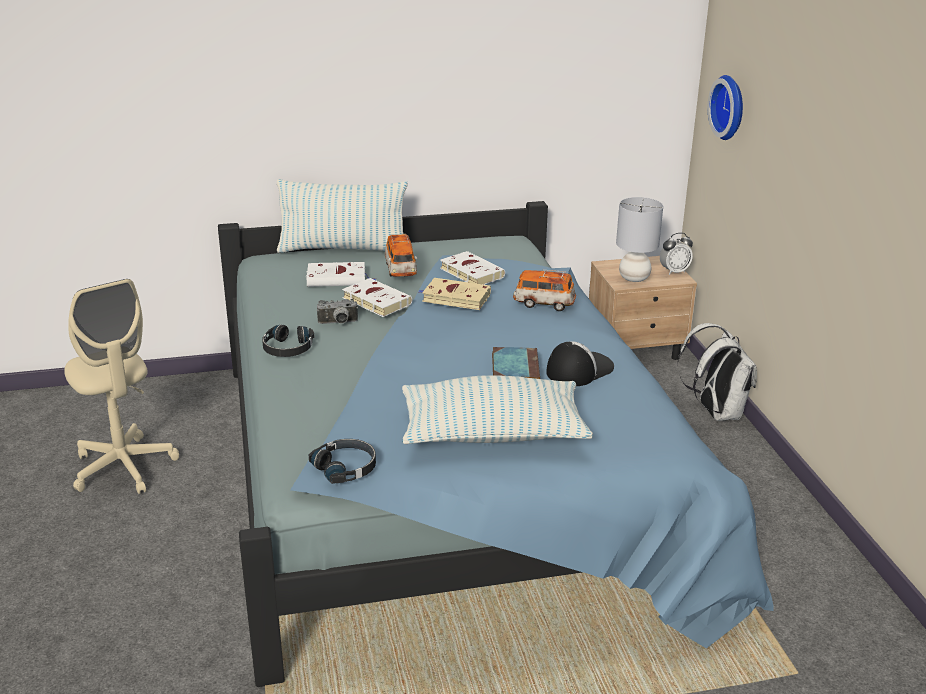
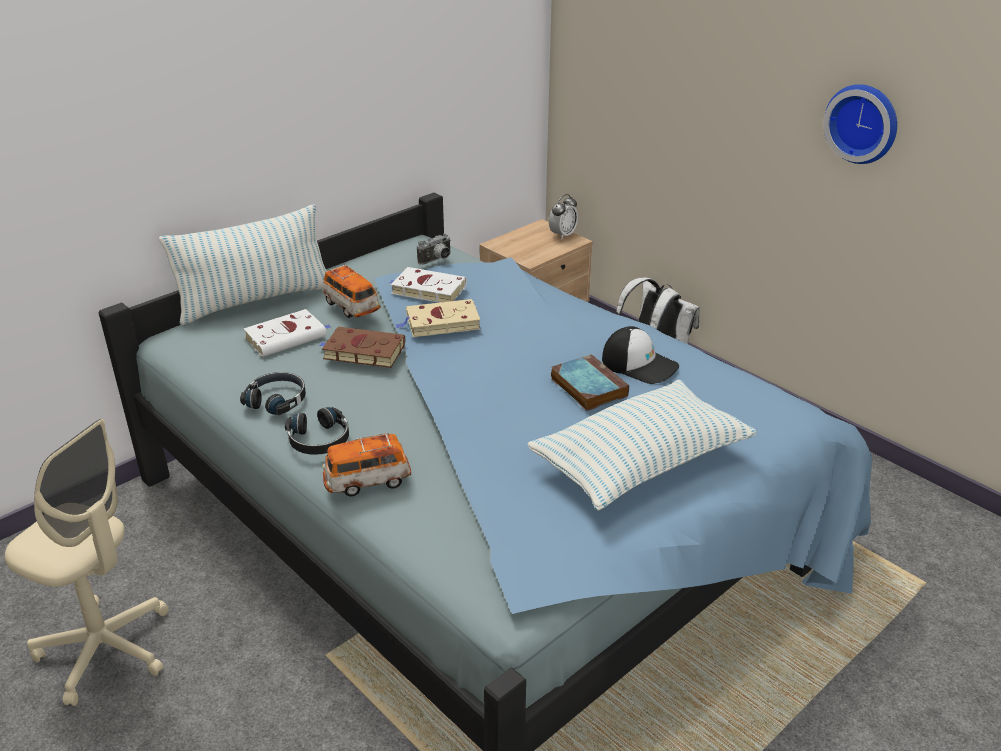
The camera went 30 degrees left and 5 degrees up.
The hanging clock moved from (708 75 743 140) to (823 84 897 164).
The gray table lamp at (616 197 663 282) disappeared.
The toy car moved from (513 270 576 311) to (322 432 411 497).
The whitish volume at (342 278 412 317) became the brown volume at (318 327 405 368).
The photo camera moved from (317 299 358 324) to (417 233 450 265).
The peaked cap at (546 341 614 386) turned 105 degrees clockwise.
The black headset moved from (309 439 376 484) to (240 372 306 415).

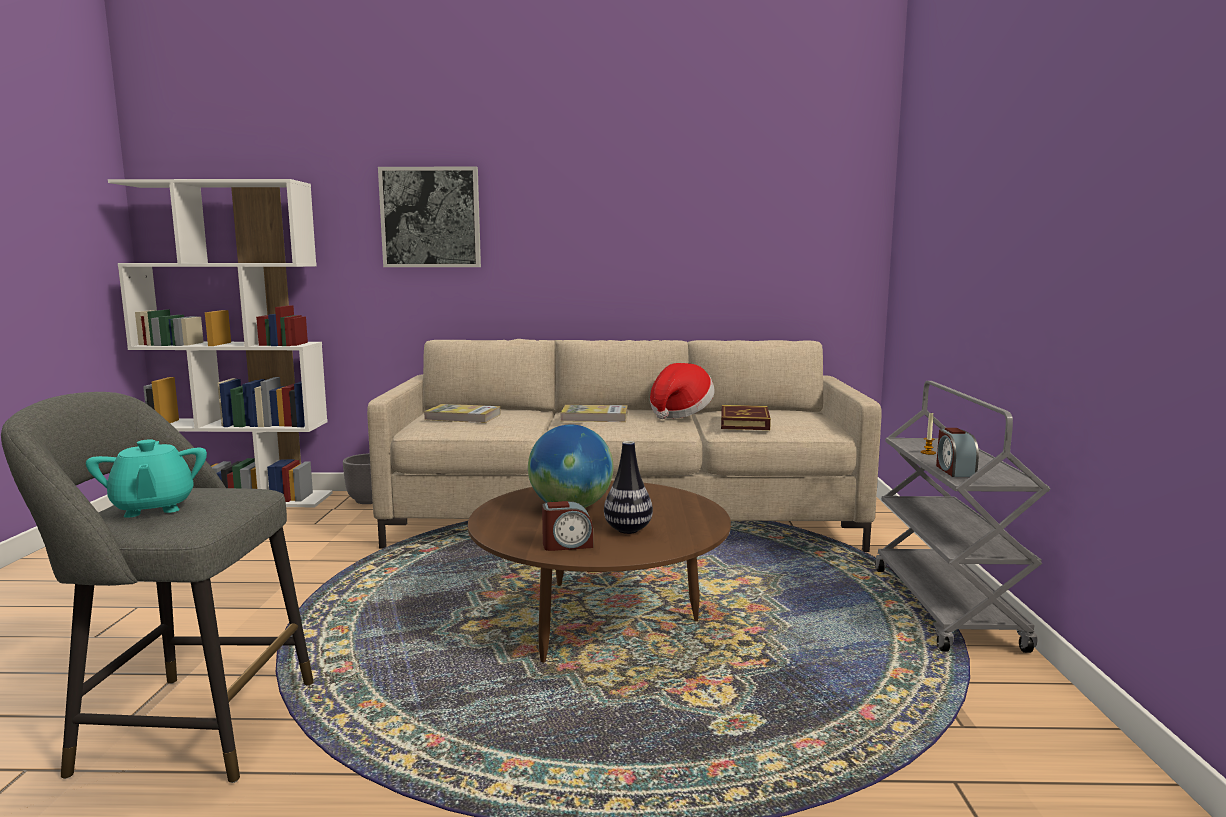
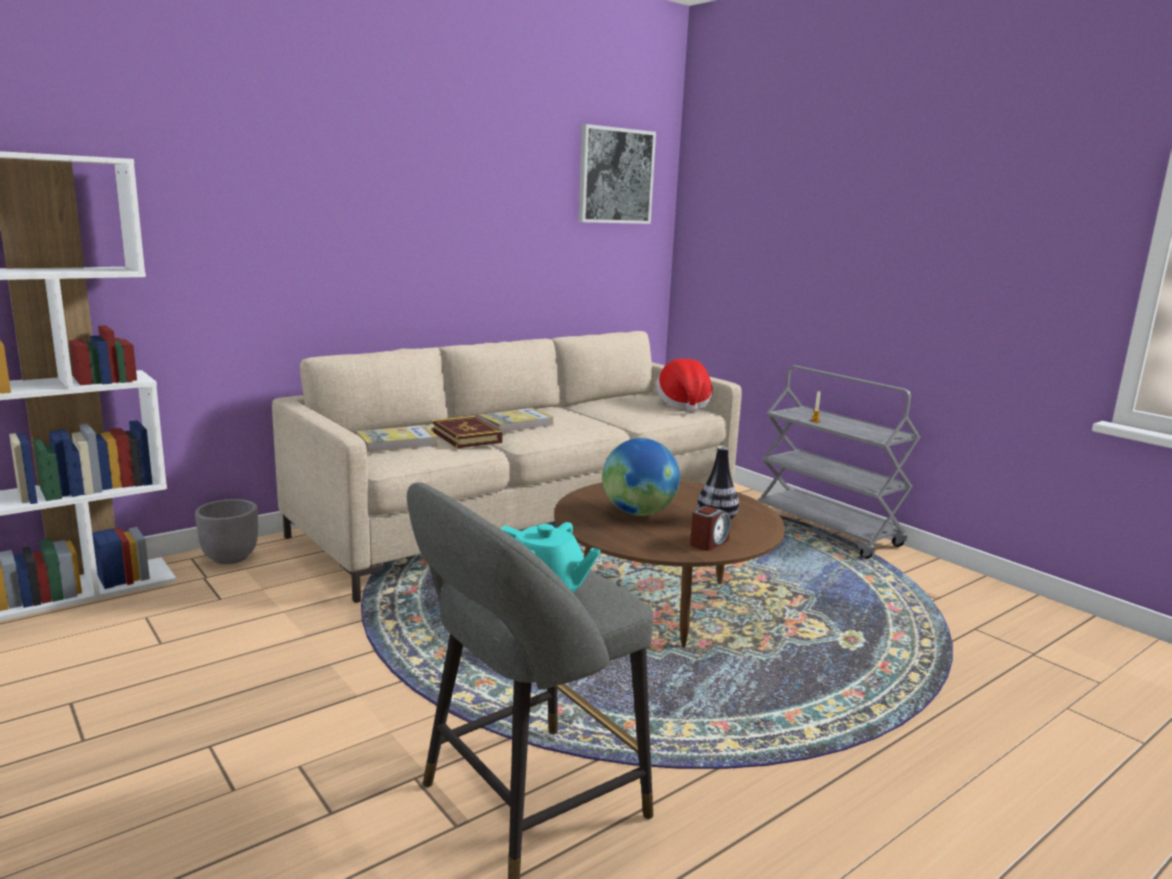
The camera went 40 degrees left and 5 degrees up.
The wall art moved from (378 167 481 267) to (578 124 656 224).
The hat moved from (650 363 714 419) to (656 359 713 412).
The volume moved from (721 405 771 430) to (431 416 503 448).
The alarm clock at (936 428 979 477) disappeared.

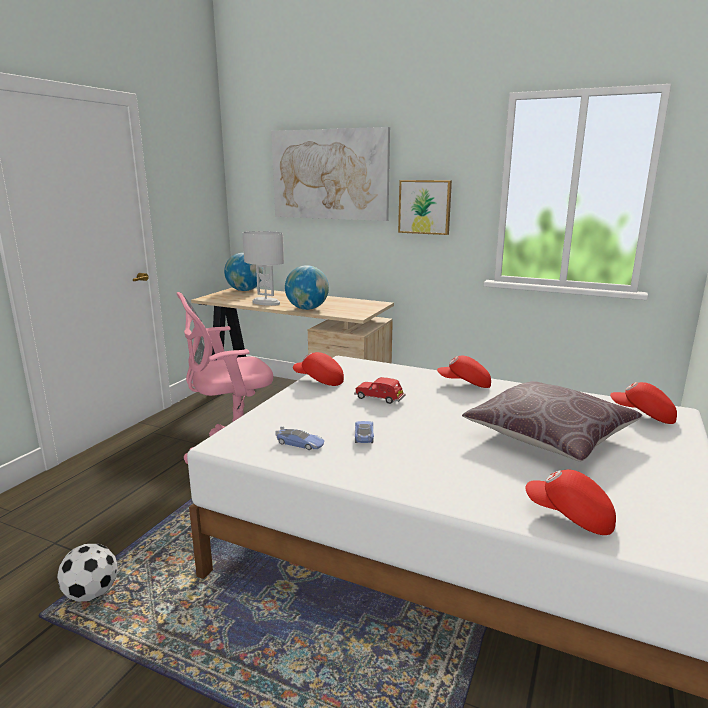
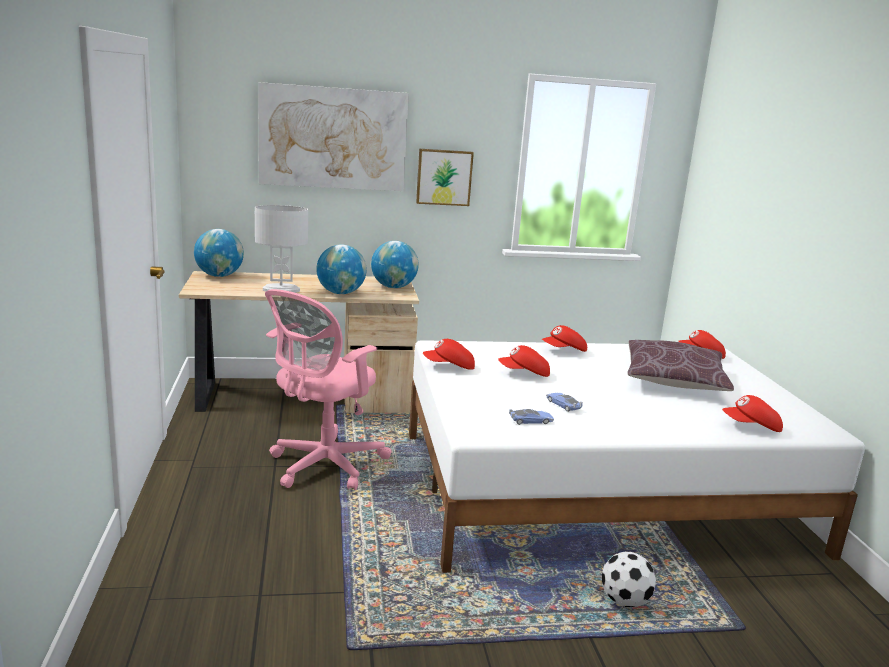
The camera went 35 degrees left and 0 degrees up.
The red-coloured toy car at (354 377 406 404) was replaced by the red-coloured peaked cap at (498 345 550 377).
The football ball moved from (57 544 118 601) to (601 552 656 607).
The globe at (371 241 419 288) appeared.

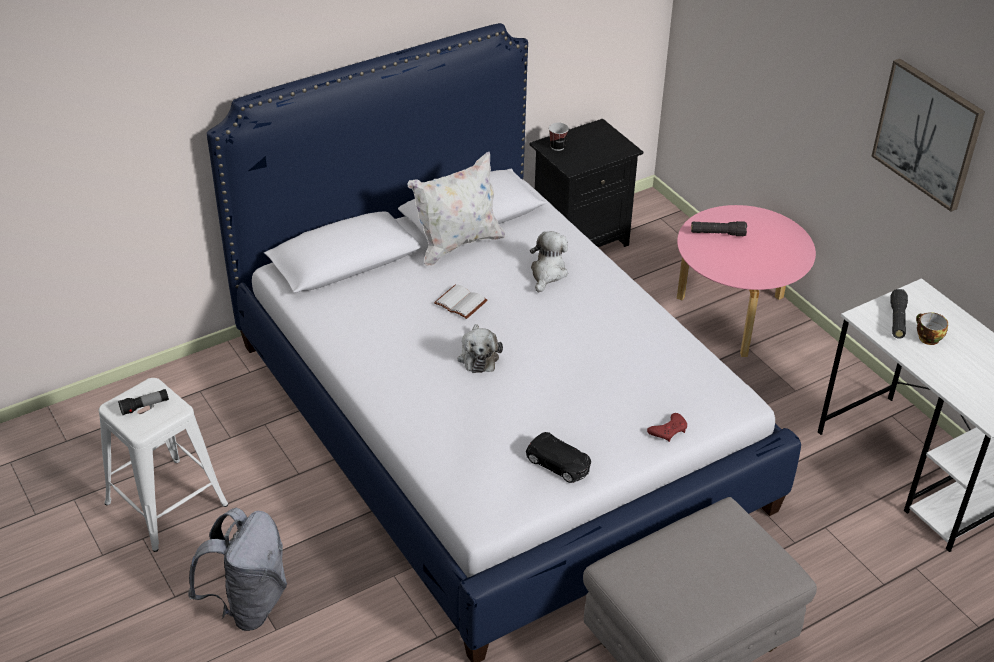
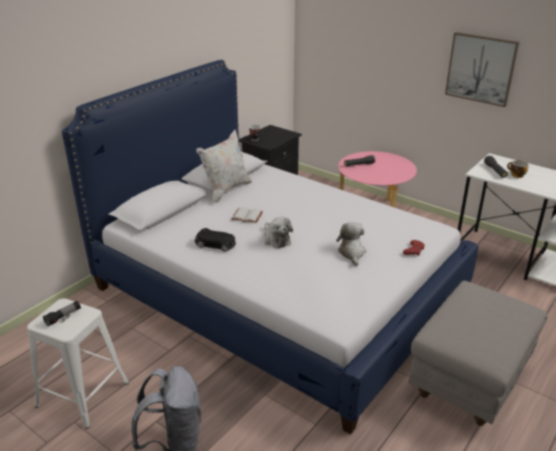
The camera went 20 degrees left and 10 degrees down.
The cuddly toy moved from (530 231 568 293) to (337 222 366 266).
The black toy car moved from (526 432 591 483) to (195 228 236 251).

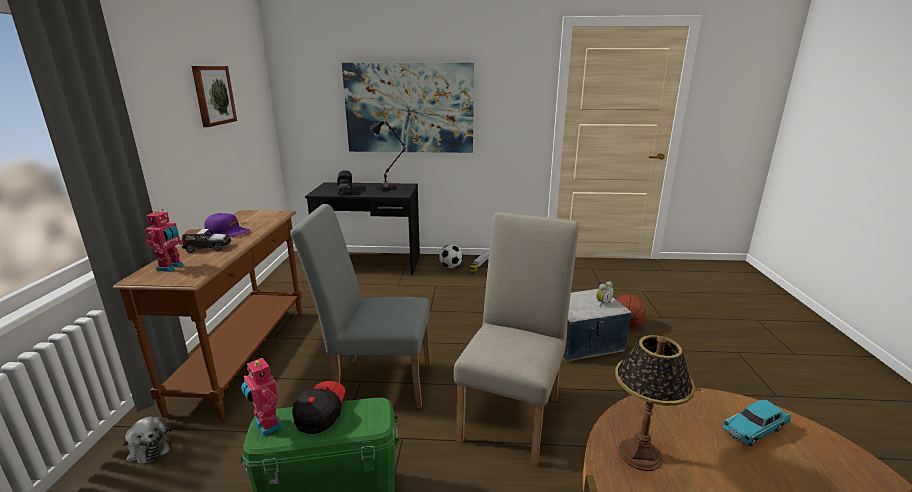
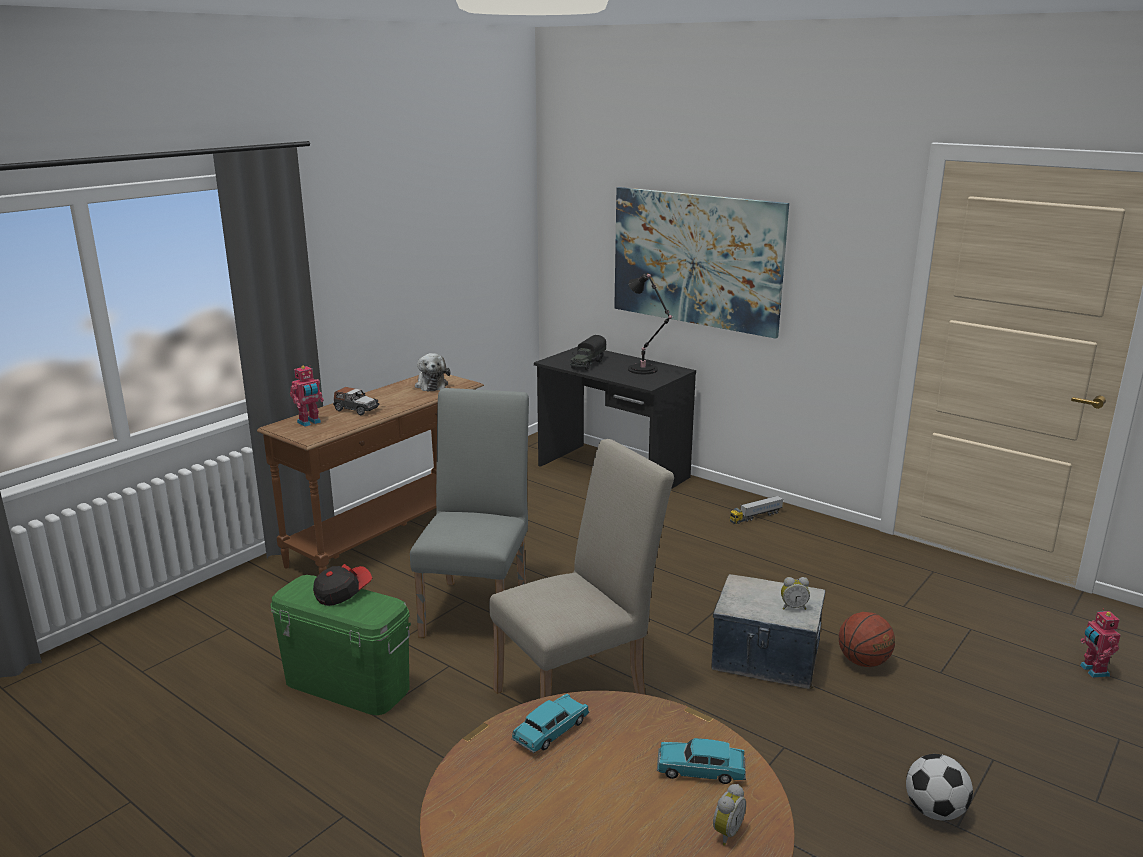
The camera went 35 degrees right and 0 degrees up.
The wall art at (192 66 237 127) disappeared.
The gray plain chair at (290 204 431 408) turned 60 degrees clockwise.
The purplish peaked cap at (204 213 249 237) disappeared.
The football ball moved from (439 245 463 268) to (906 754 973 821).
The table lamp at (615 335 696 471) was replaced by the turquoise-coloured toy car at (512 694 589 753).
The robot figure moved from (241 357 284 436) to (1080 609 1121 678).
The cuddly toy moved from (125 416 172 464) to (415 353 450 391).
The alarm clock at (713 784 746 846) appeared.

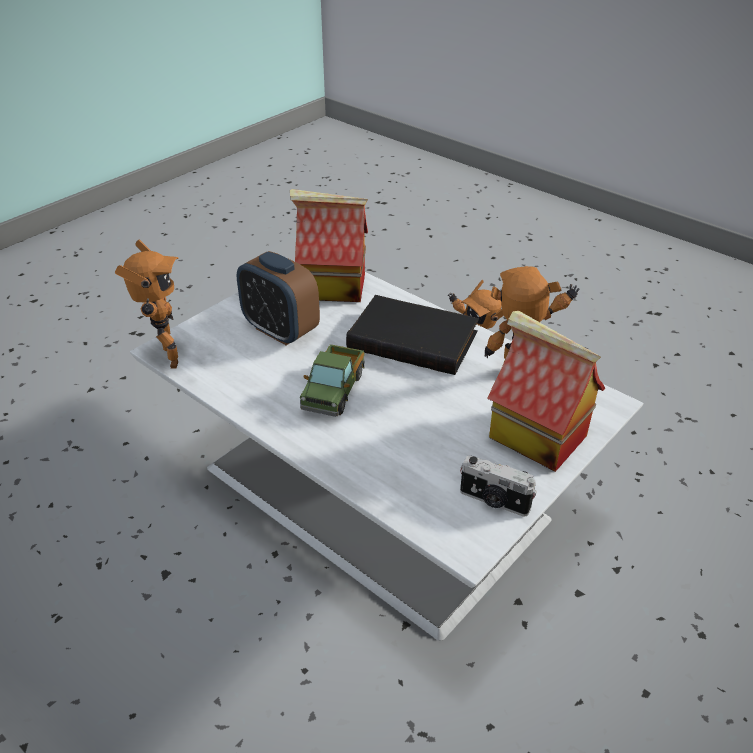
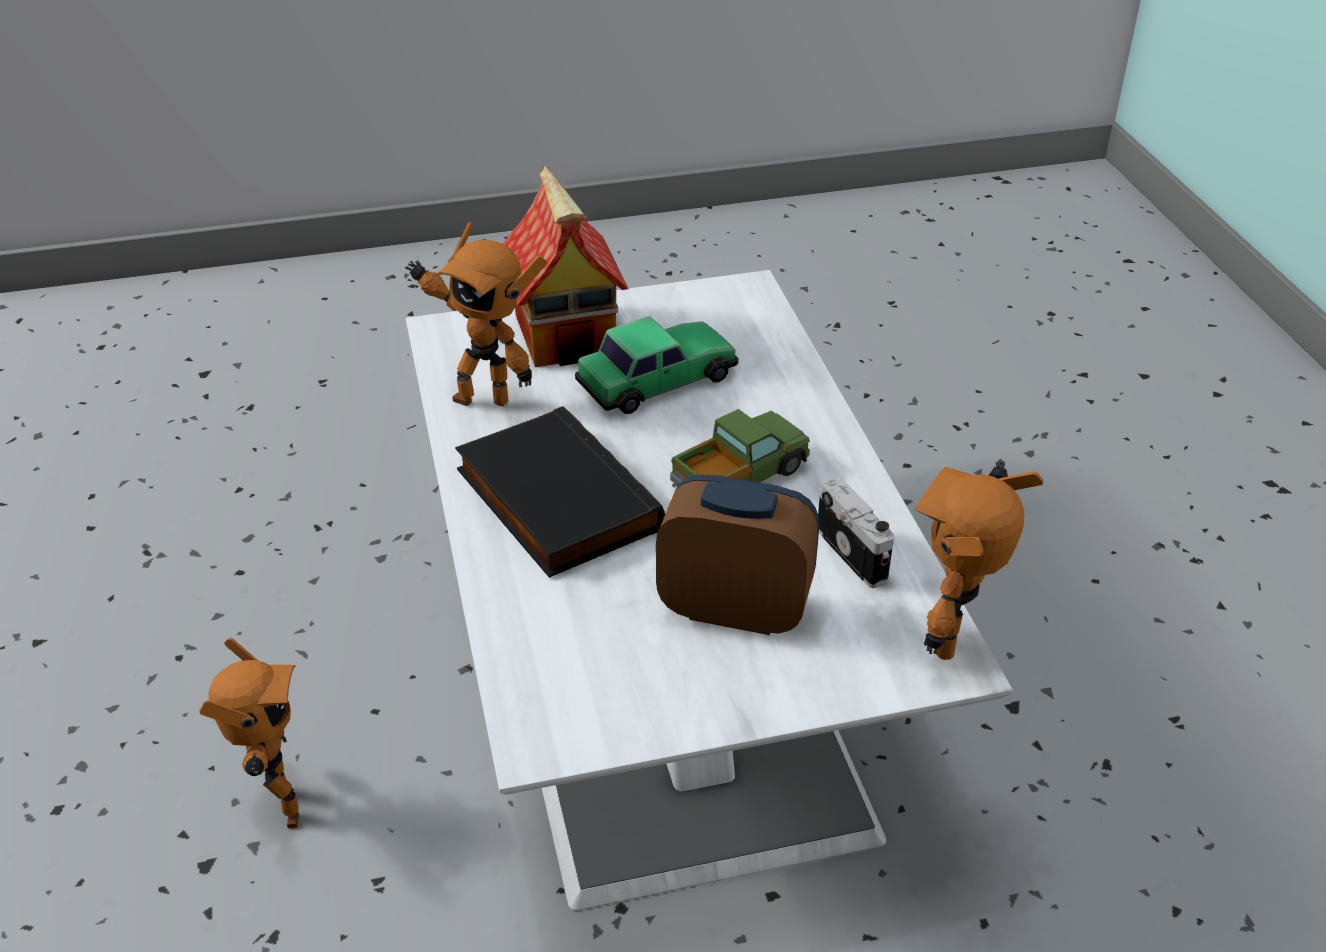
The camera went 145 degrees left and 0 degrees up.
The toy house at (290 189 368 302) disappeared.
The alarm clock at (237 251 320 345) turned 60 degrees counterclockwise.
The photo camera moved from (460 455 537 517) to (818 478 894 588).
The toy car at (575 316 738 414) appeared.

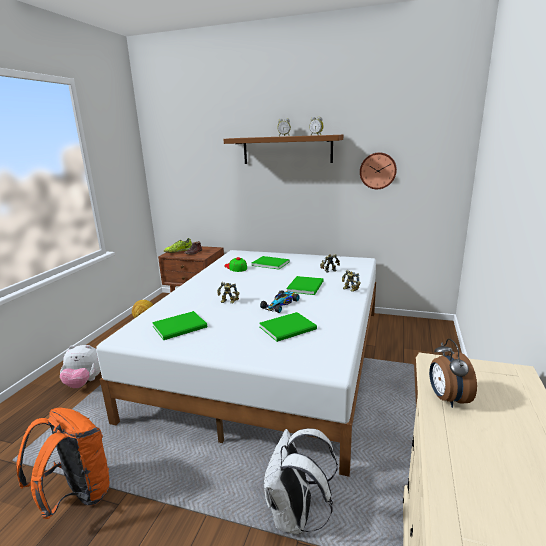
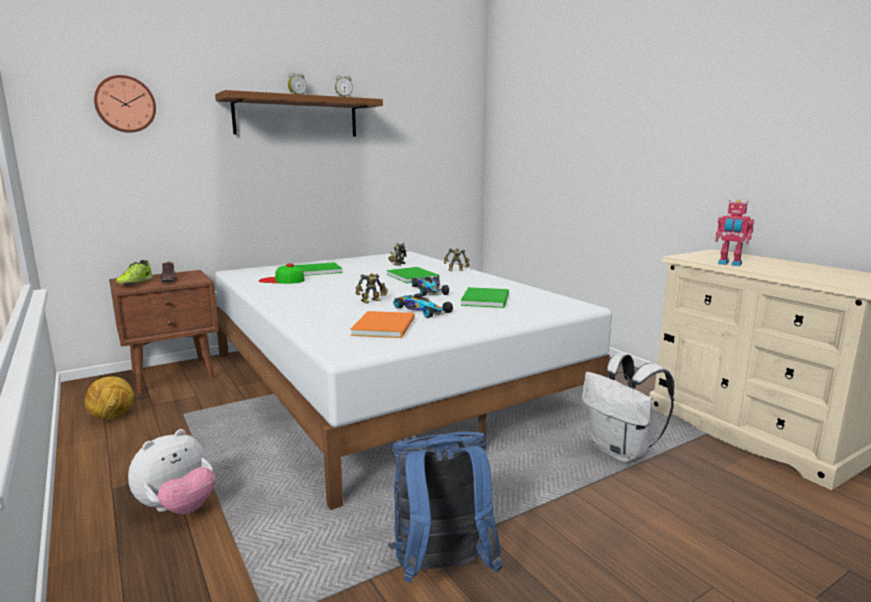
The camera went 50 degrees left and 5 degrees down.
The hanging clock moved from (360 152 397 189) to (94 75 156 133).
The green volume at (152 311 208 340) became the orangey volume at (350 311 415 338).
The alarm clock at (429 339 477 408) was replaced by the robot figure at (715 199 754 266).
The orangey rucksack at (16 407 110 519) became the blue-coloured rucksack at (388 431 503 583).
The toy car at (393 293 453 318) appeared.

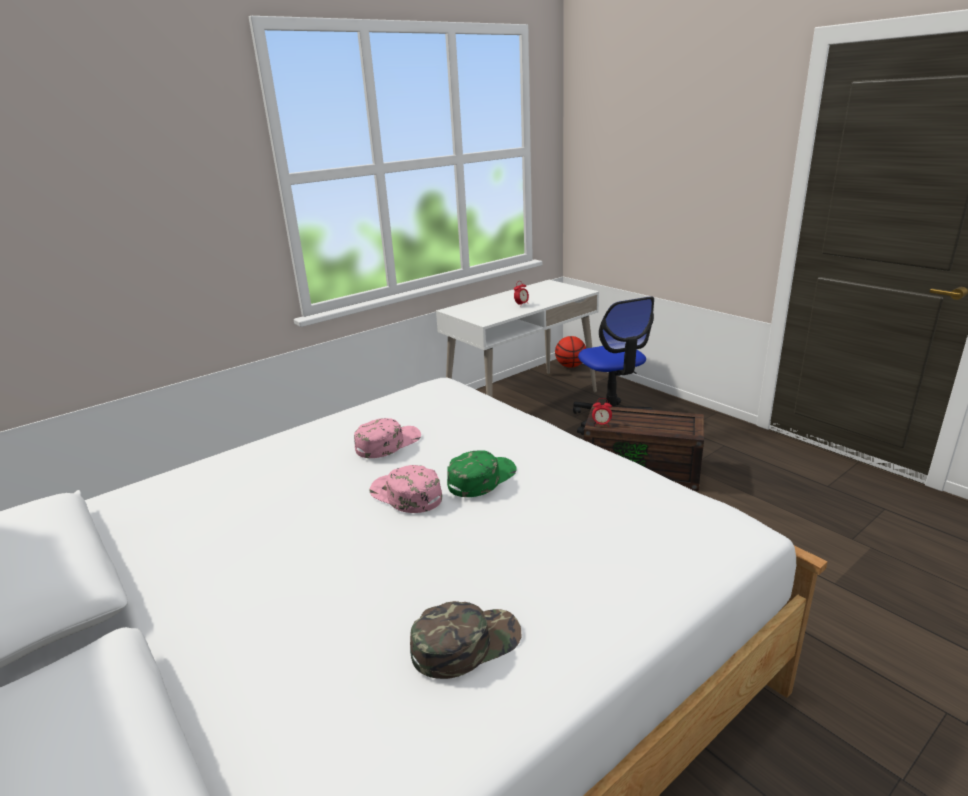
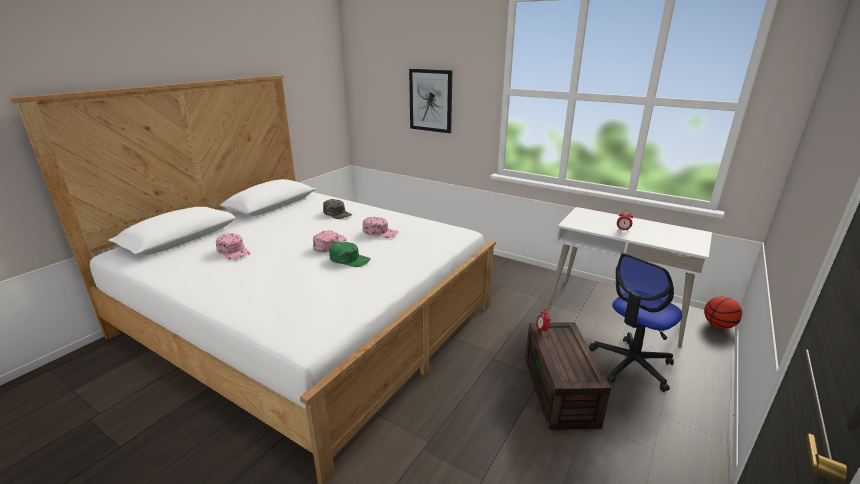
The camera went 70 degrees right and 0 degrees up.
The green peaked cap moved from (410 601 522 679) to (323 199 352 219).
The wall art at (409 69 452 133) appeared.
The pinkish peaked cap at (215 233 250 260) appeared.

